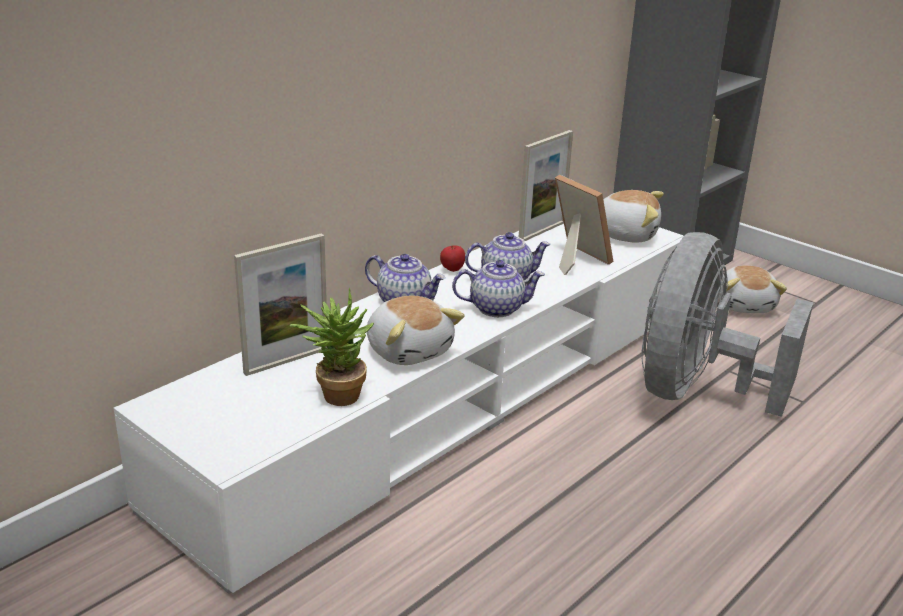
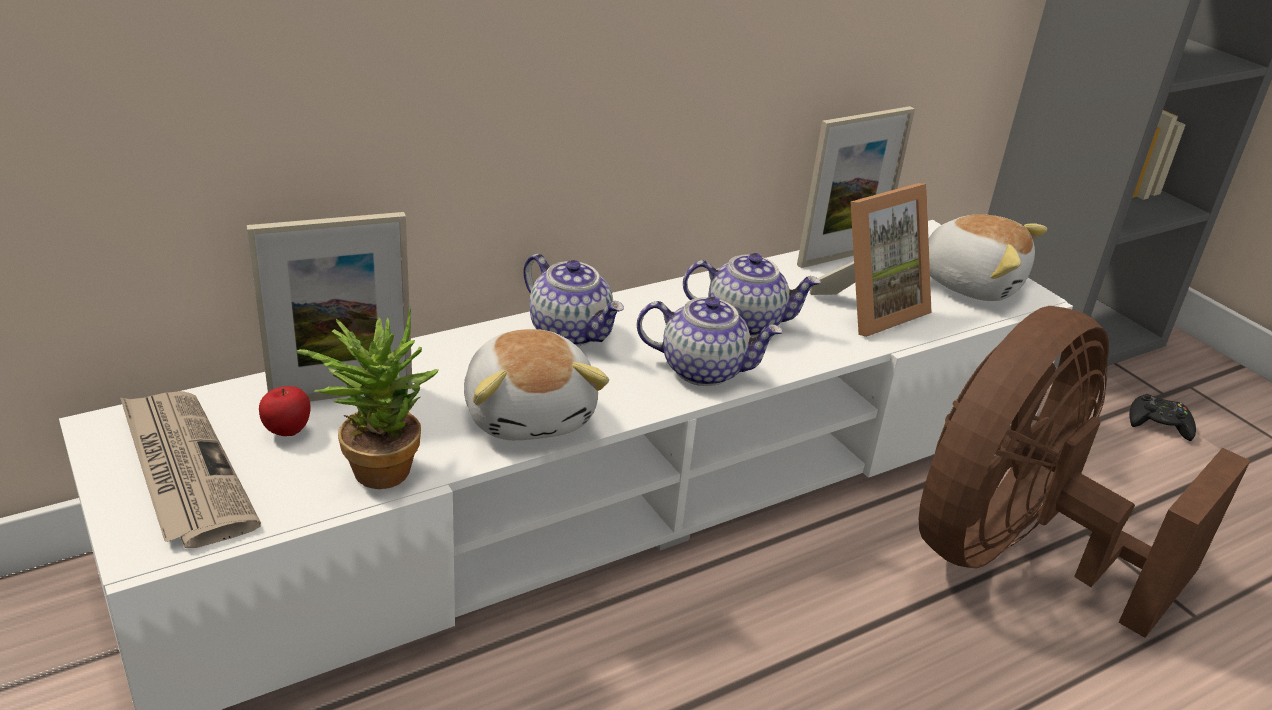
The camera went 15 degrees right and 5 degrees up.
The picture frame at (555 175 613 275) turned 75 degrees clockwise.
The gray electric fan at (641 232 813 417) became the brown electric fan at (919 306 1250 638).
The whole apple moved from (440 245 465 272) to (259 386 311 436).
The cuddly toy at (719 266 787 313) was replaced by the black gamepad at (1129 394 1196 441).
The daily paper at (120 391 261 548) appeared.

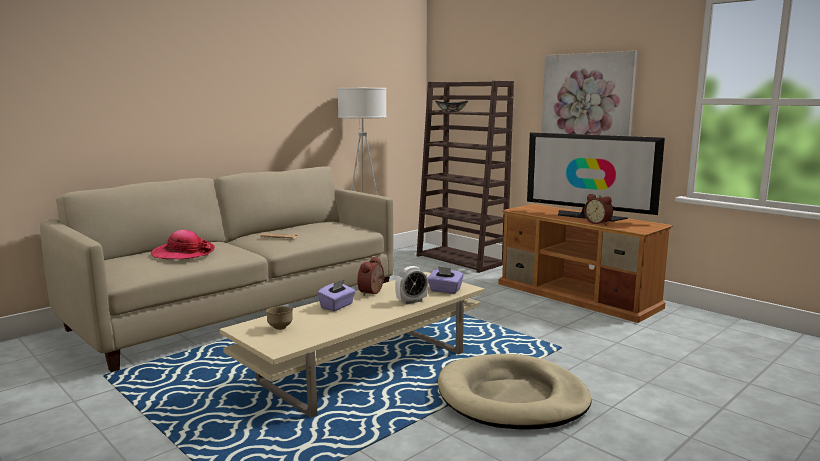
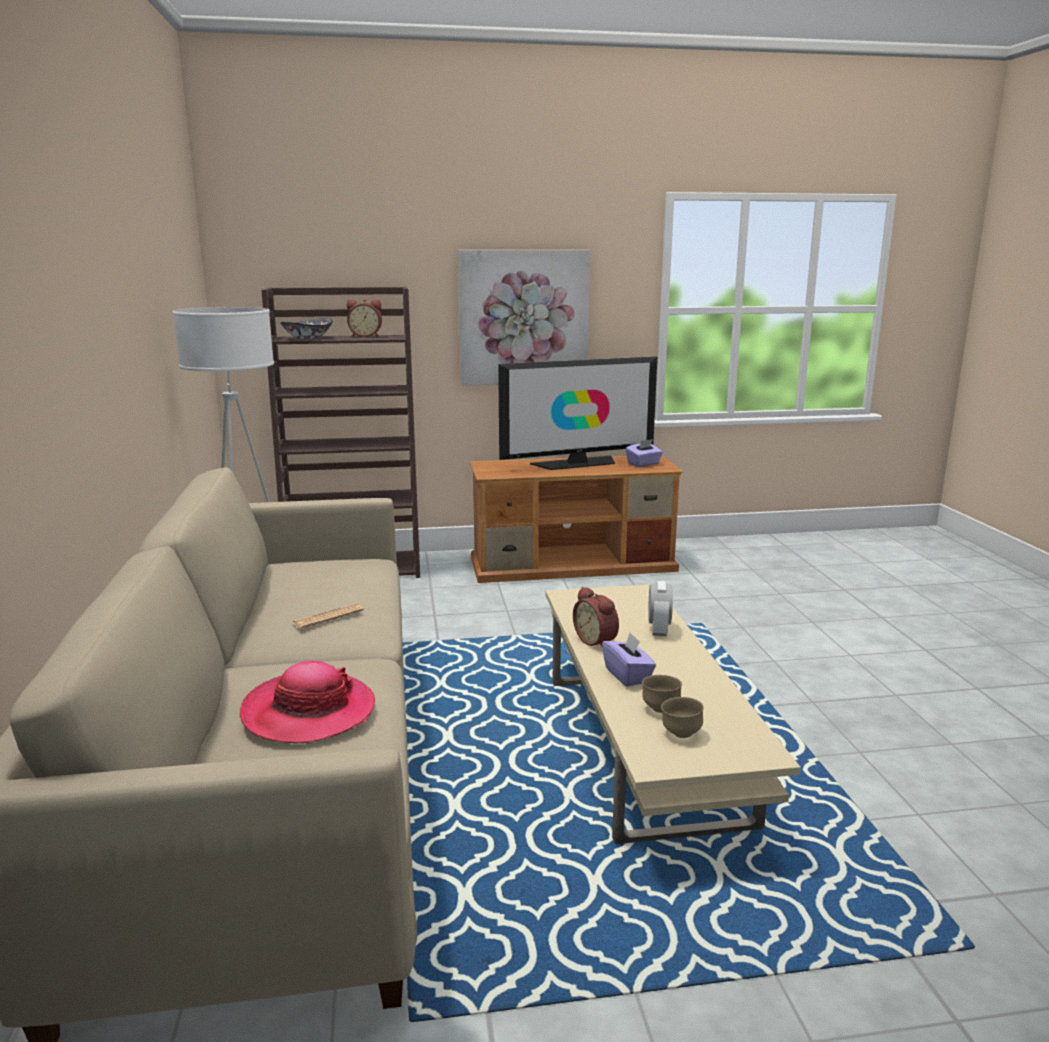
The camera went 55 degrees left and 5 degrees up.
The alarm clock moved from (584 194 613 225) to (347 300 382 337).
The purplish box of tissues moved from (428 266 464 294) to (626 439 663 467).
The sand-coloured dog cushion at (438 354 592 429) disappeared.
The brown serving bowl at (642 675 682 713) appeared.

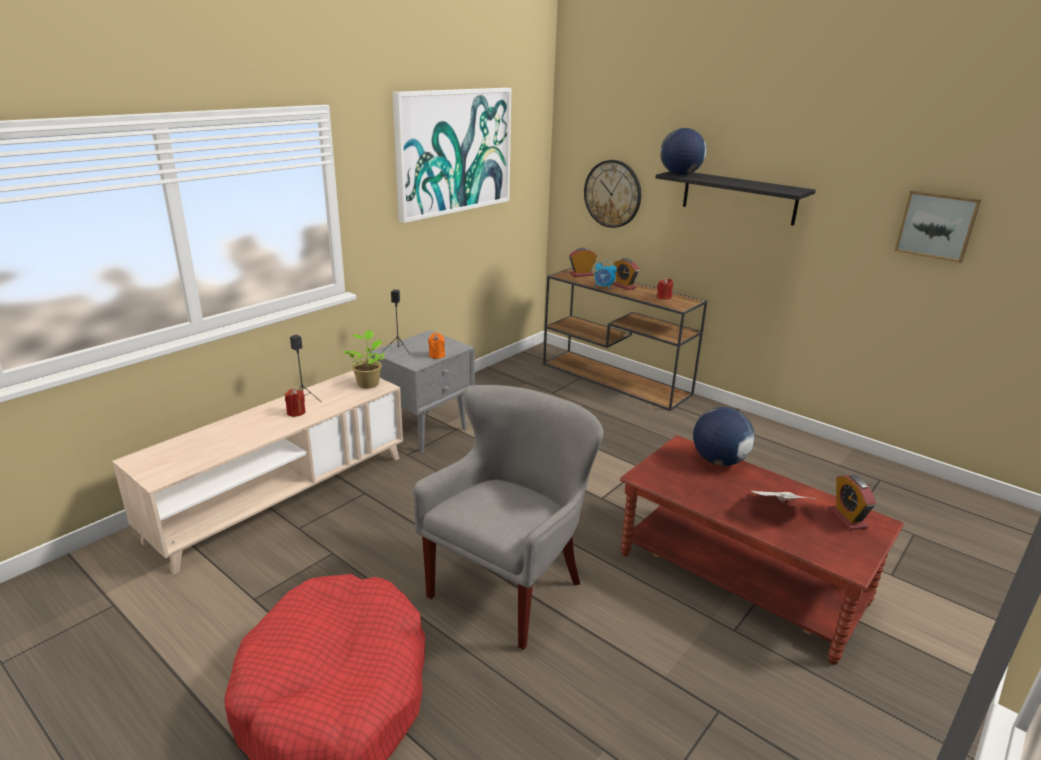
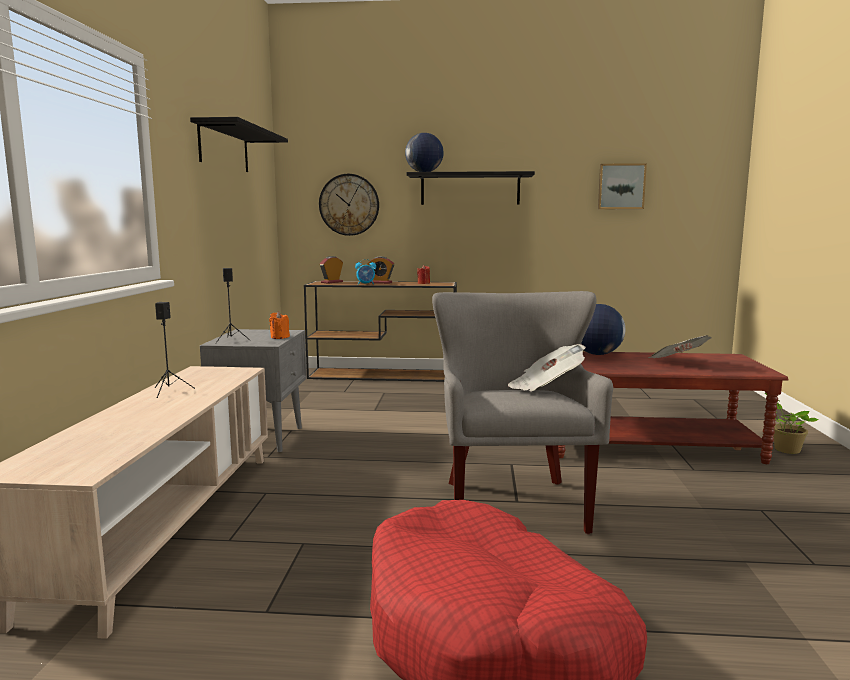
The camera went 35 degrees left and 15 degrees down.
The wall art at (392 88 511 223) was replaced by the black shelf at (190 117 288 172).
The potted plant moved from (343 330 385 389) to (765 393 819 454).
The red-coloured wax candle at (285 389 306 417) disappeared.
The alarm clock at (829 475 876 530) disappeared.
The daily paper at (508 344 586 391) appeared.

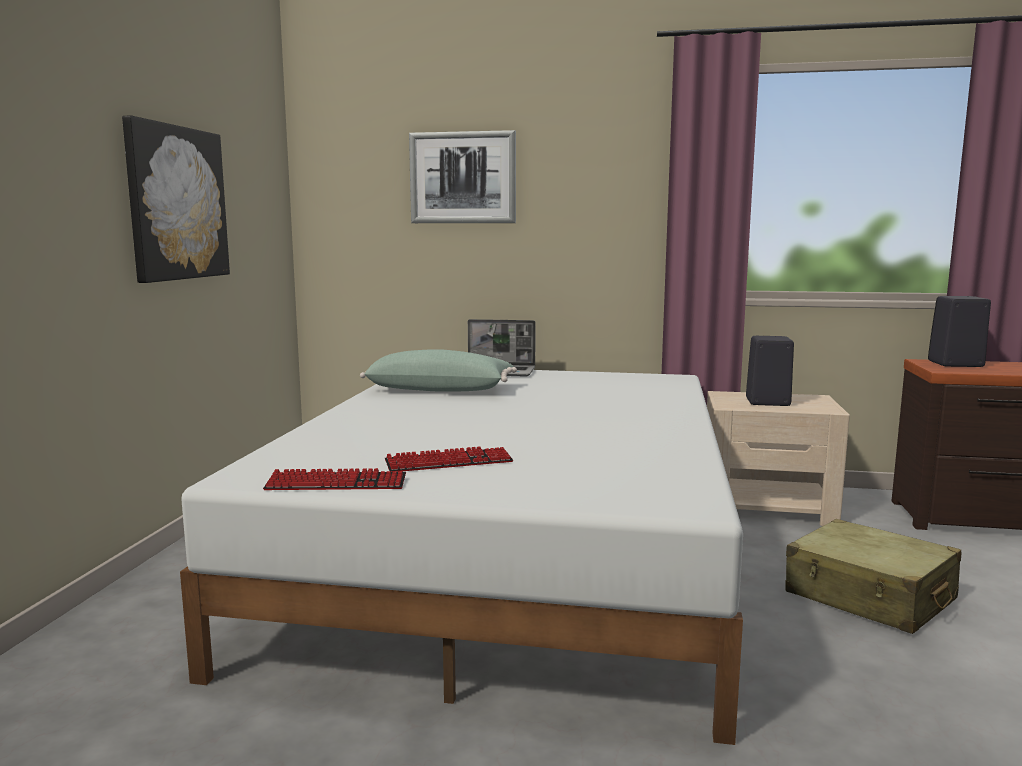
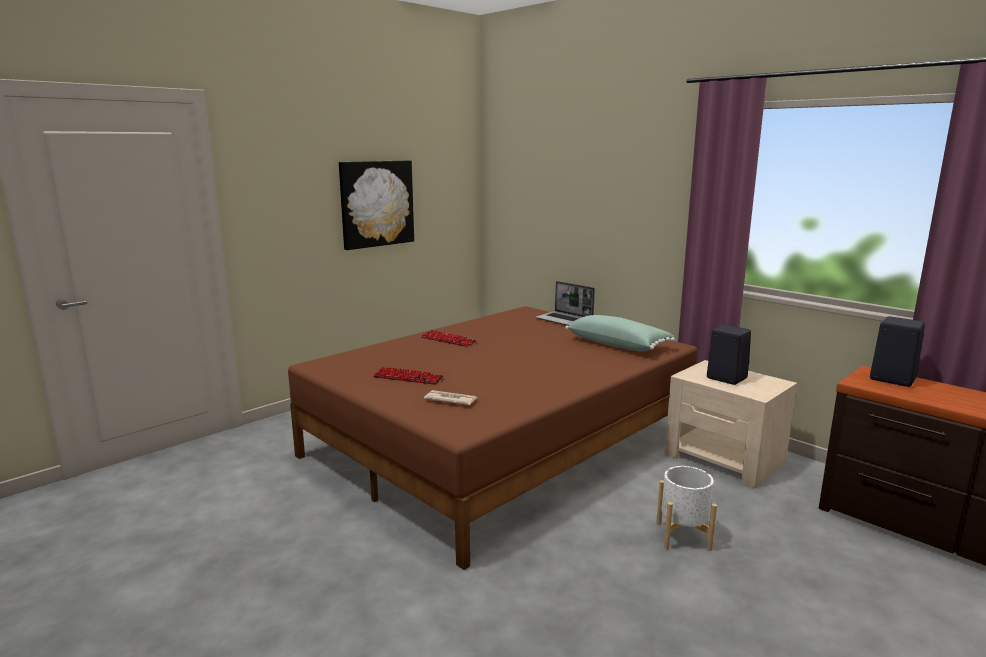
The camera went 35 degrees right and 5 degrees up.
The wall art at (409 130 516 223) disappeared.
The green pillow moved from (360 349 517 392) to (565 315 675 352).
The whitish bed at (180 370 743 745) became the brown bed at (288 306 698 570).
The keyboard moved from (263 468 406 490) to (421 330 477 347).
The sand-coloured suitcase at (786 519 961 634) was replaced by the whitish plant pot at (656 466 717 551).
The daily paper at (424 390 477 405) appeared.

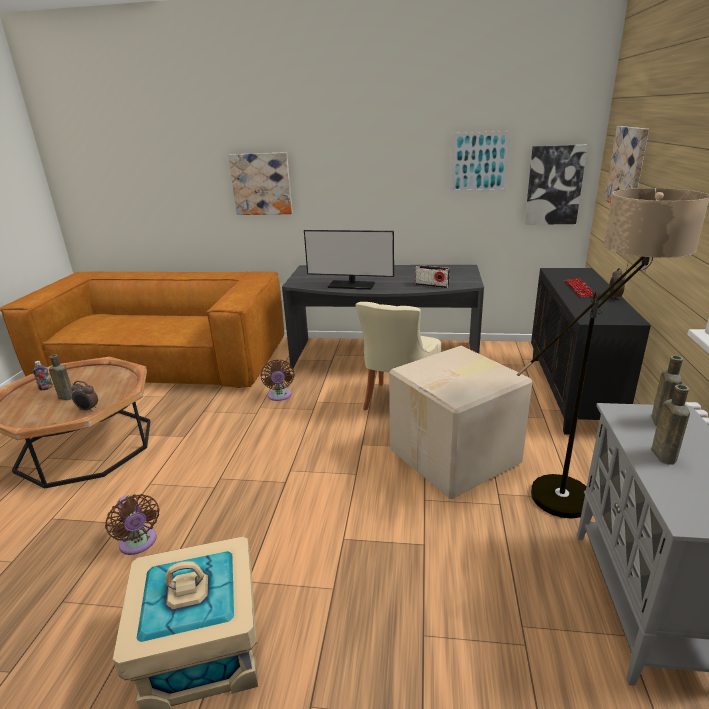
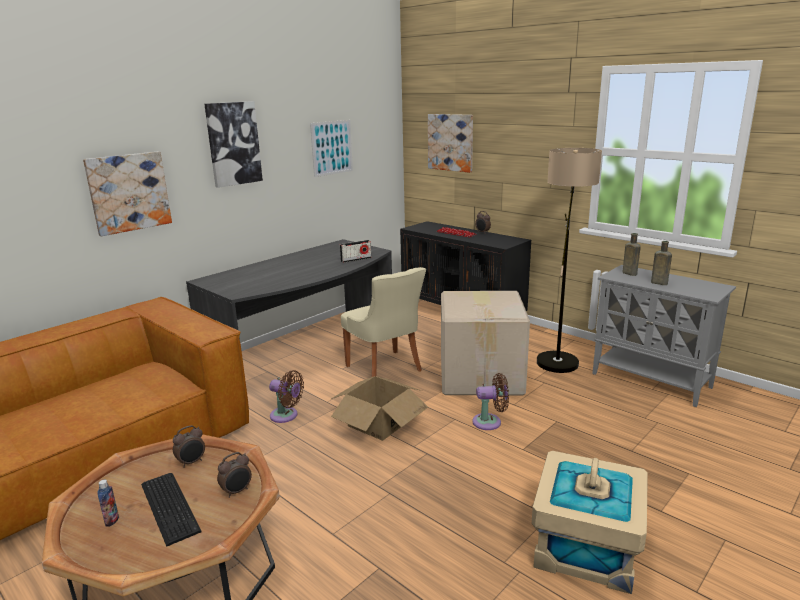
The camera went 55 degrees left and 5 degrees down.
The wall art moved from (525 145 588 225) to (204 101 263 188).
The computer display at (304 230 394 290) disappeared.
The brown drink bottle at (49 354 73 400) was replaced by the keyboard at (141 473 202 547).
The brown electric fan moved from (105 494 160 555) to (472 373 509 430).
The packing box at (331 376 428 441) appeared.
The alarm clock at (173 425 205 468) appeared.

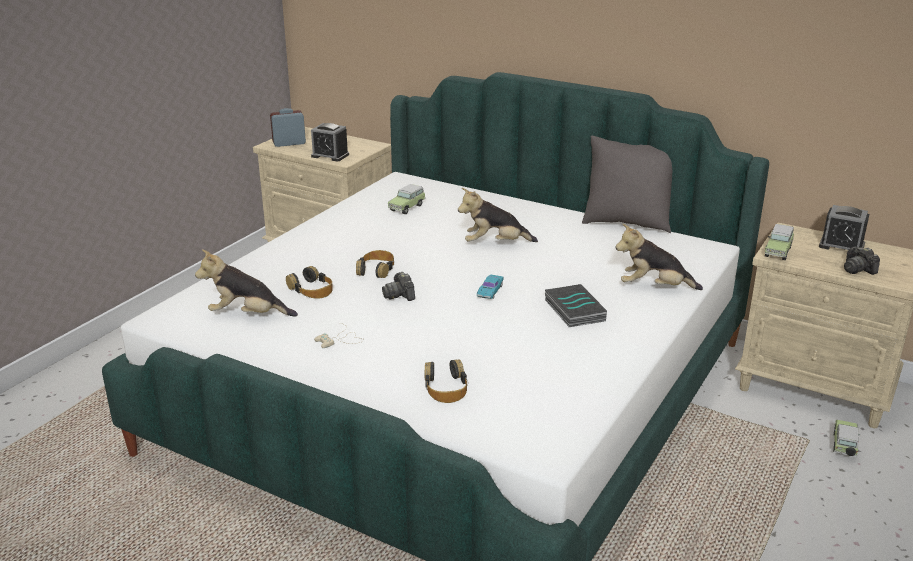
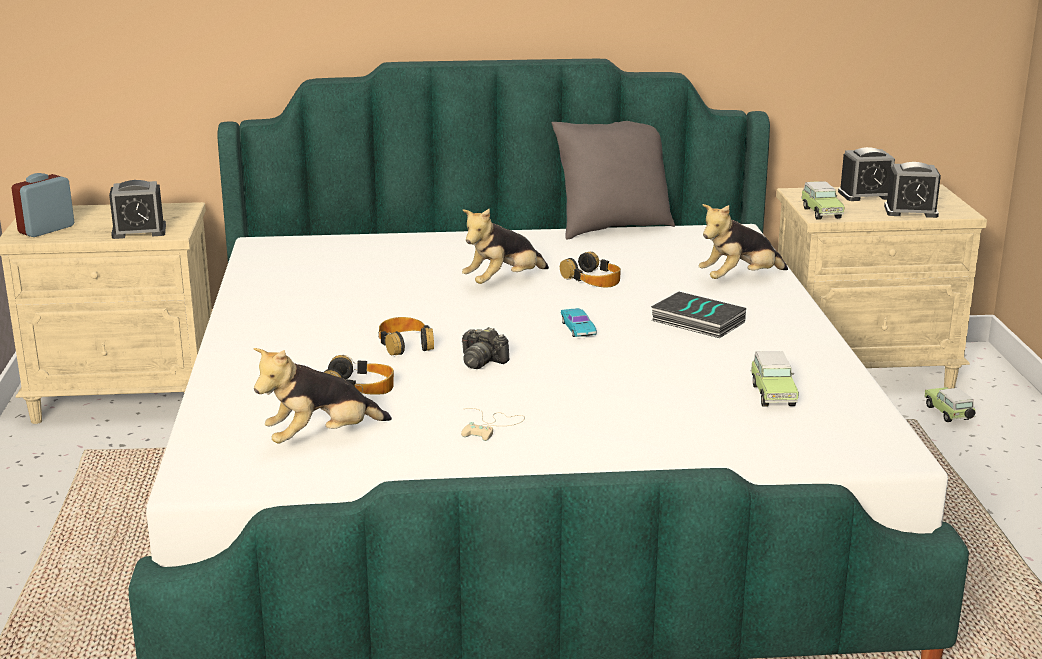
The camera went 35 degrees left and 5 degrees down.
The toy car moved from (388 184 425 214) to (750 351 799 407).
The photo camera at (844 246 880 275) was replaced by the alarm clock at (884 162 941 218).
The headset moved from (425 360 468 403) to (560 252 621 287).

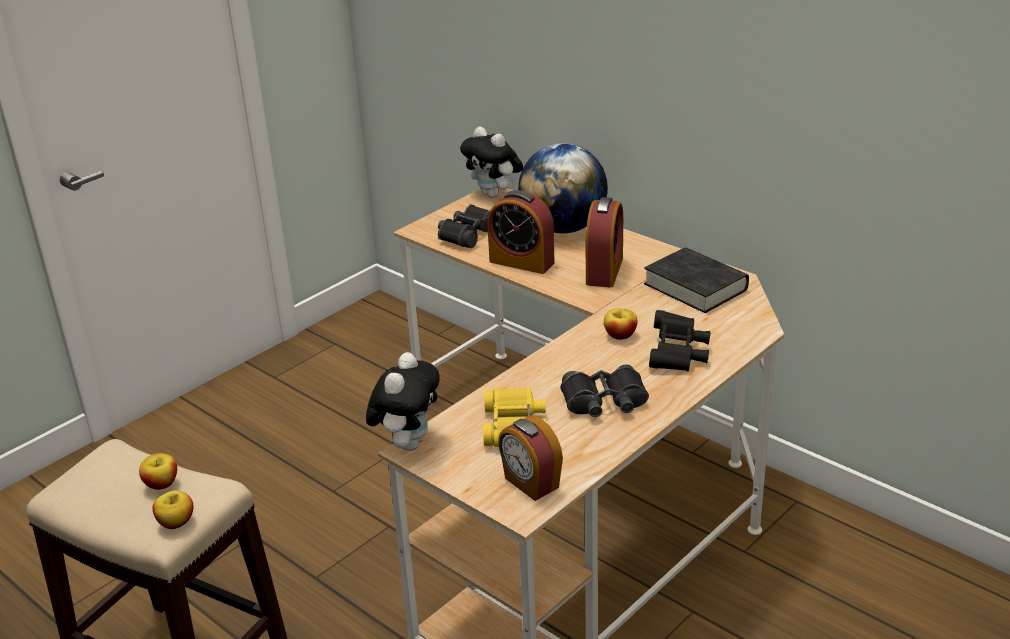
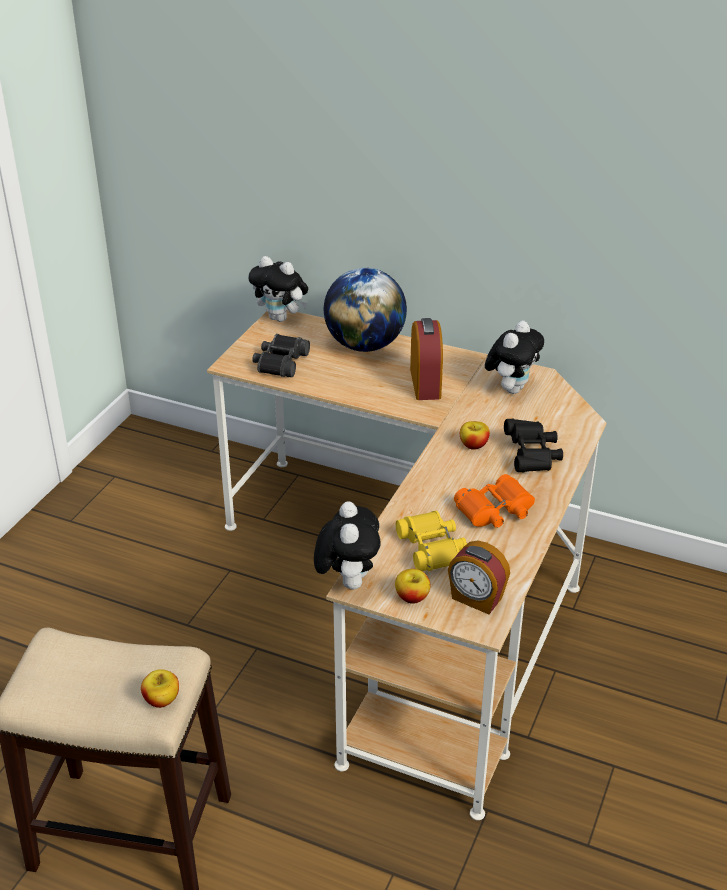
The camera went 20 degrees left and 5 degrees up.
The alarm clock at (487 190 555 274) disappeared.
The black volume at (644 247 749 313) was replaced by the cuddly toy at (485 321 544 394).
The black pair of binoculars at (560 364 649 417) became the orangey pair of binoculars at (454 474 535 528).
The whole apple moved from (139 453 177 490) to (395 569 430 604).

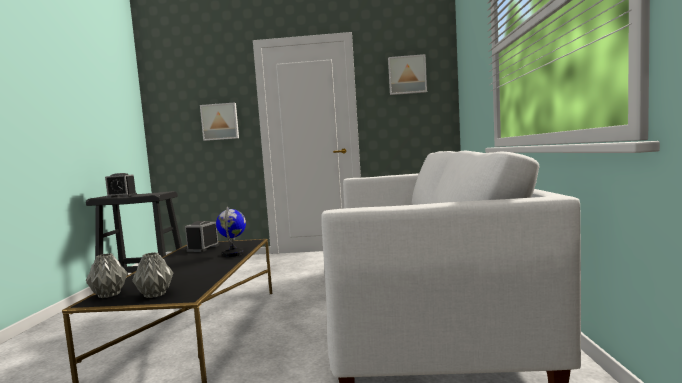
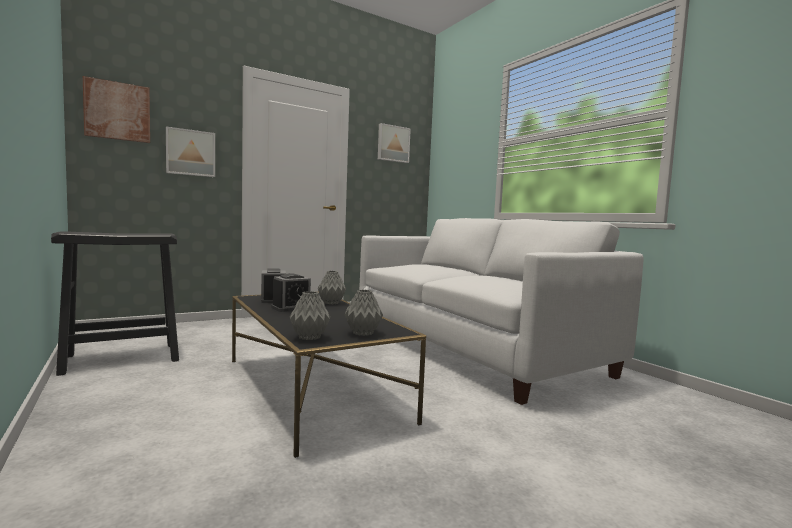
The camera went 35 degrees left and 0 degrees up.
The alarm clock moved from (105 173 137 198) to (271 273 311 312).
The globe at (216 207 246 257) was replaced by the gray vase at (318 271 346 304).
The wall art at (83 76 150 143) appeared.

